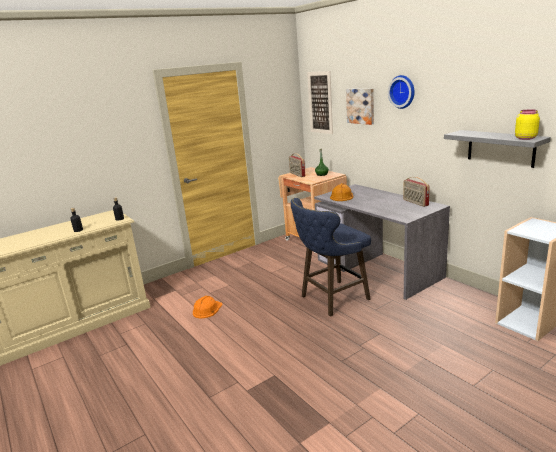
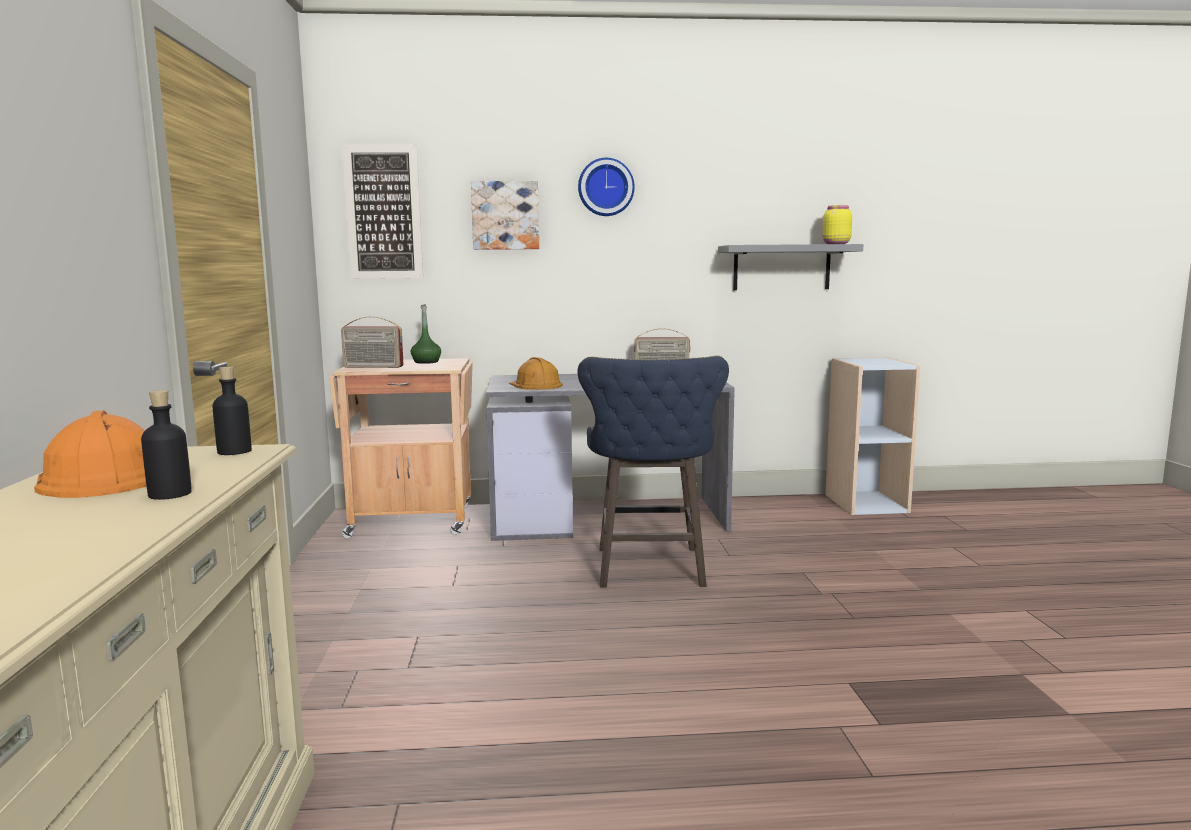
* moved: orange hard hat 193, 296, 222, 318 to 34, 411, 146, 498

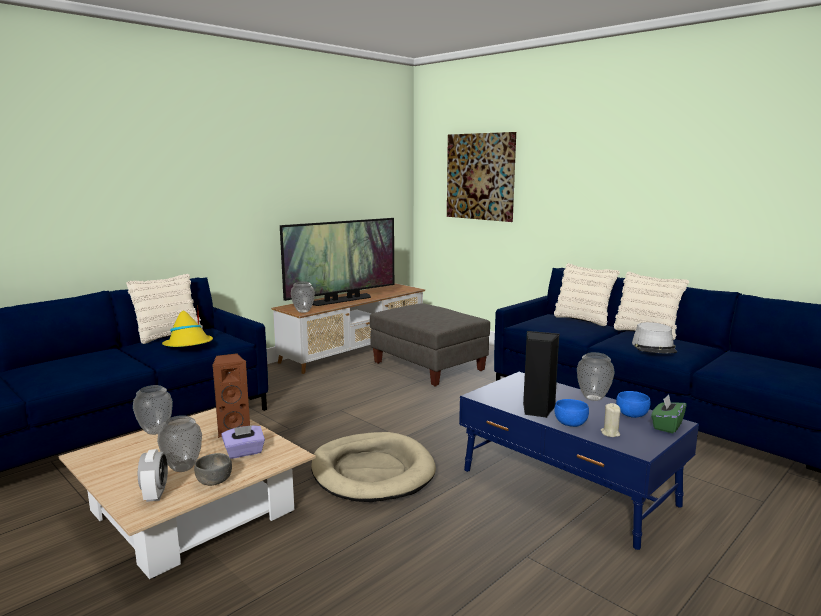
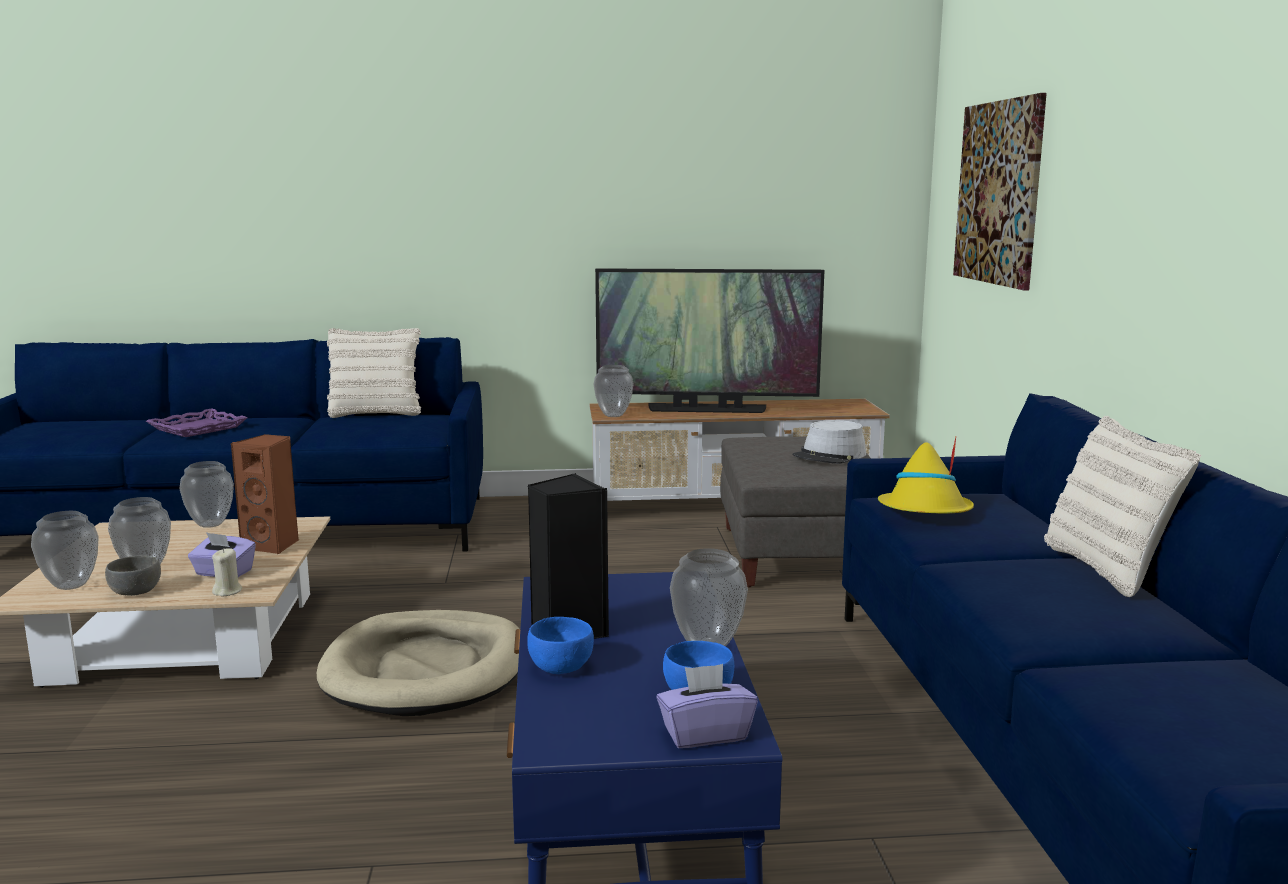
* removed: beige pillow 554, 263, 620, 326
* moved: yellow hat 162, 310, 213, 347 to 878, 437, 974, 513
* moved: grey hat 632, 322, 677, 353 to 792, 420, 866, 464
* recoloured: green tissue box 651, 394, 687, 433 to purple tissue box 656, 664, 758, 748
* moved: beige candle 600, 403, 621, 437 to 212, 548, 242, 596
* replaced: alarm clock 138, 449, 168, 502 to vase 31, 511, 99, 590
* added: purple tray 146, 408, 247, 437

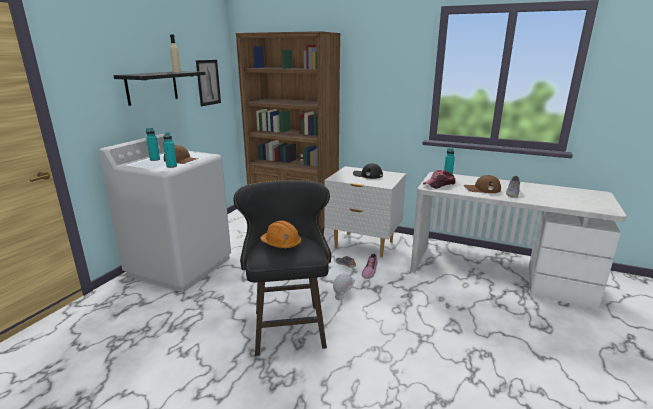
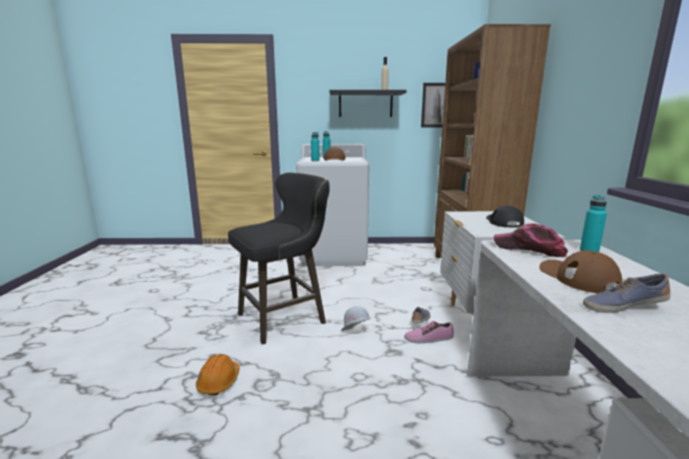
* moved: orange hard hat 261, 221, 301, 250 to 196, 354, 240, 395

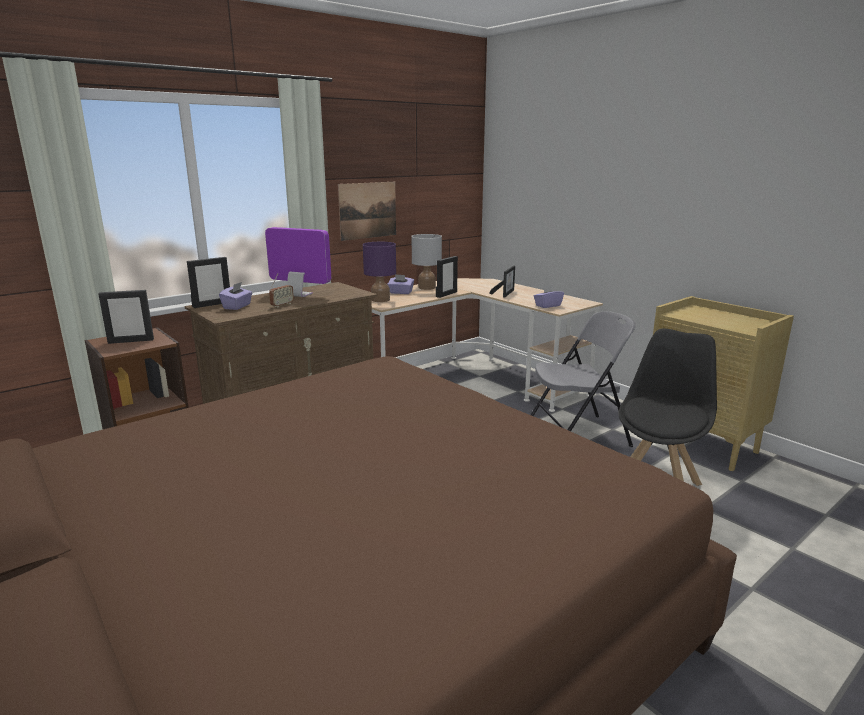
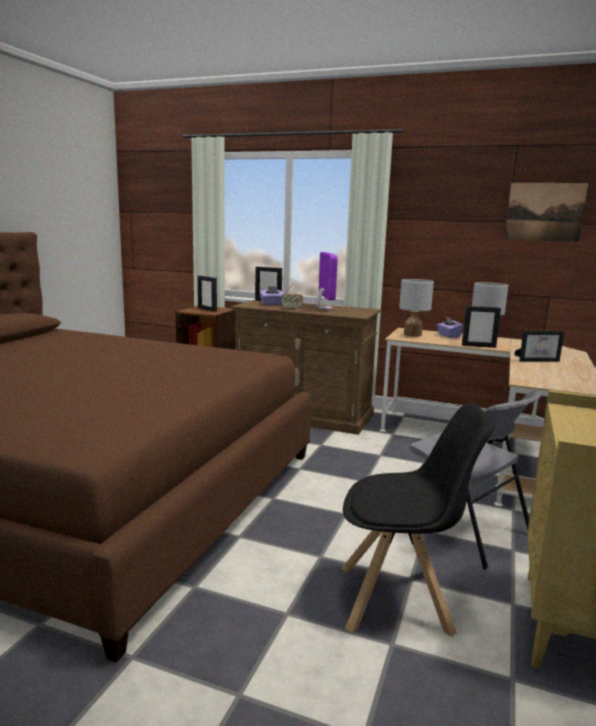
* moved: picture 338, 182, 396, 241 to 504, 183, 588, 242
* recoloured: purple table lamp 363, 242, 396, 302 to grey table lamp 399, 279, 434, 337
* removed: purple tissue box 534, 285, 564, 308

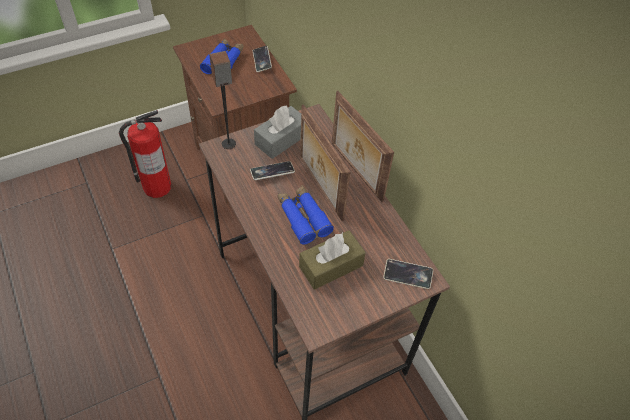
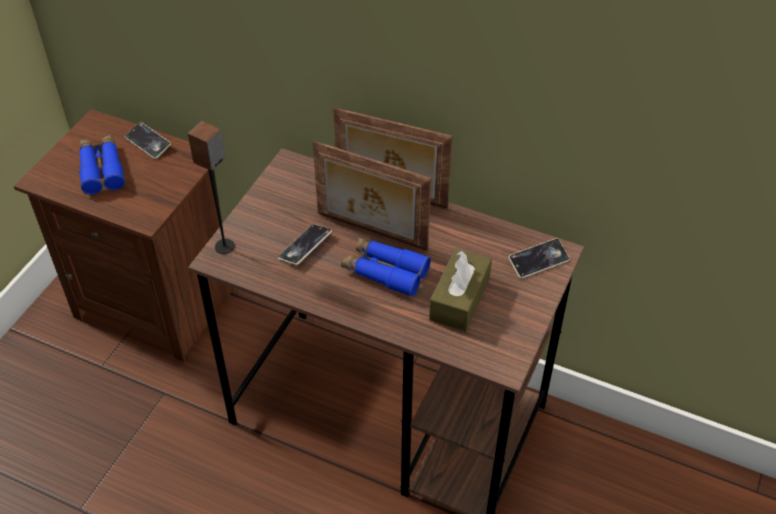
* removed: grey tissue box 254, 106, 301, 159
* removed: fire extinguisher 119, 110, 171, 198

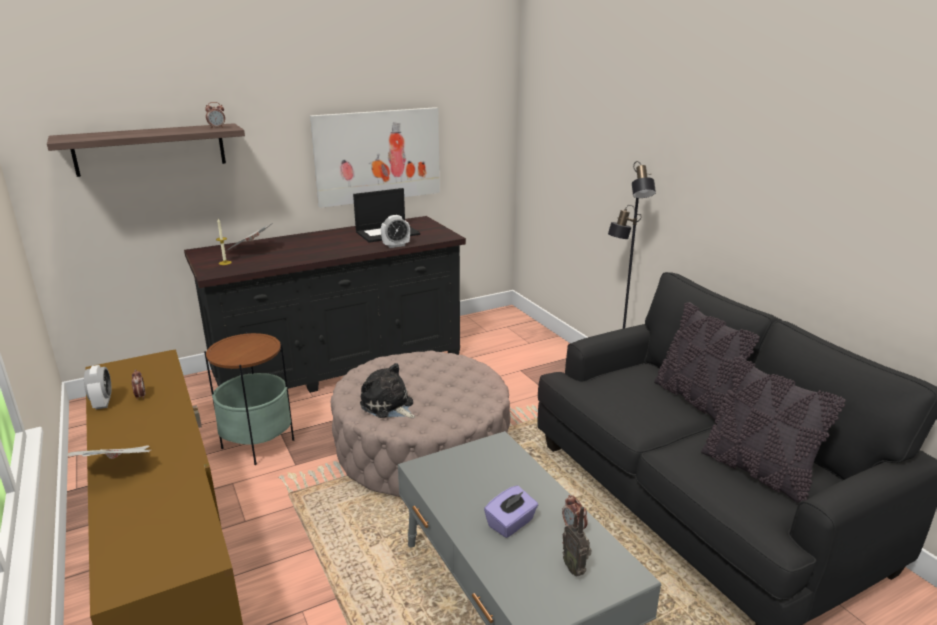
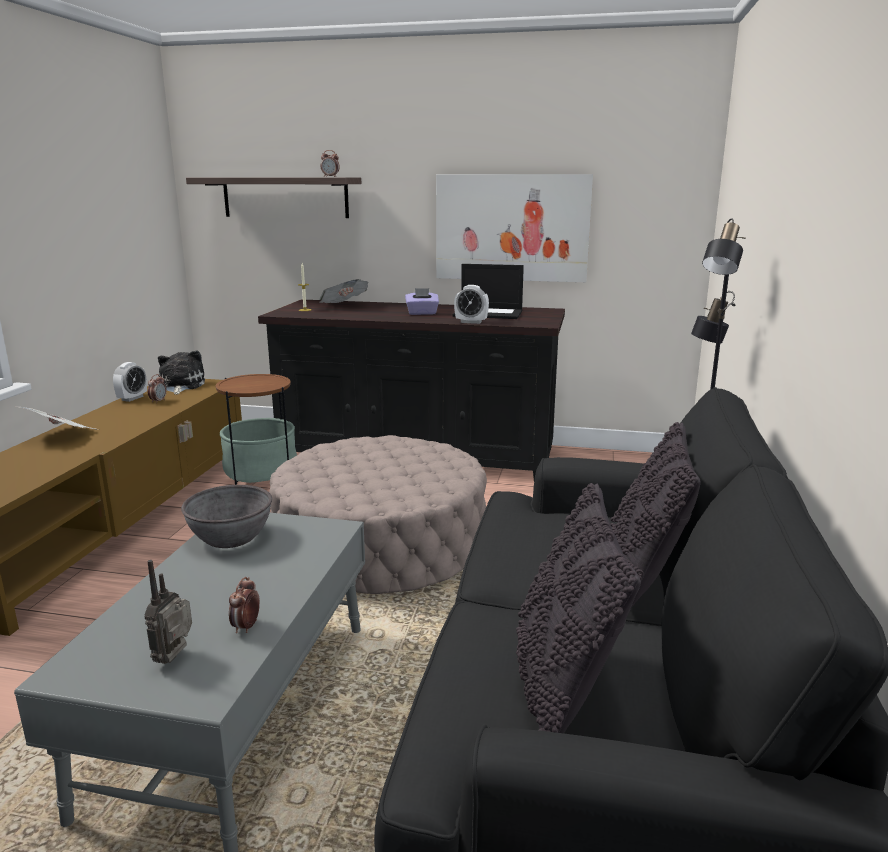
* moved: plush toy 360, 363, 415, 418 to 158, 351, 205, 395
* moved: purple tissue box 484, 486, 538, 538 to 405, 288, 439, 315
* added: grey bowl 181, 485, 272, 548

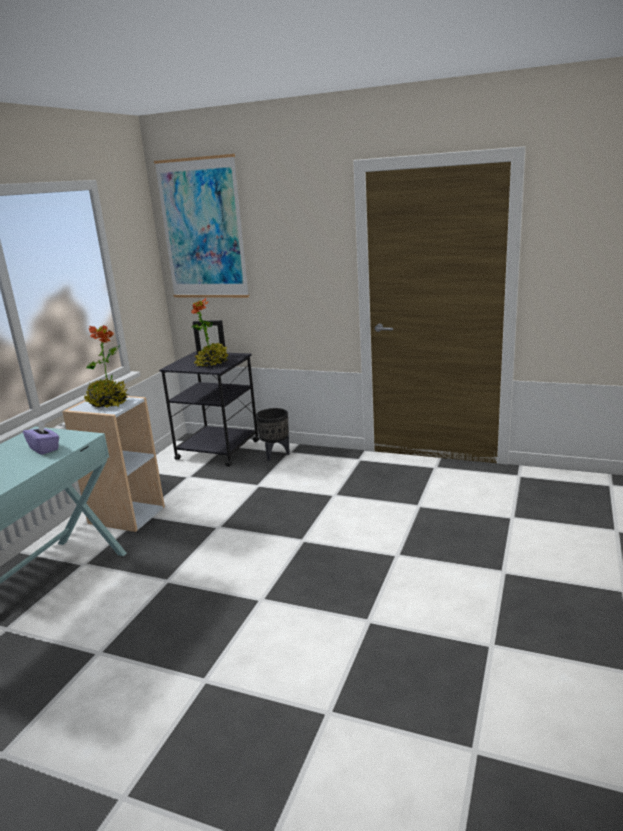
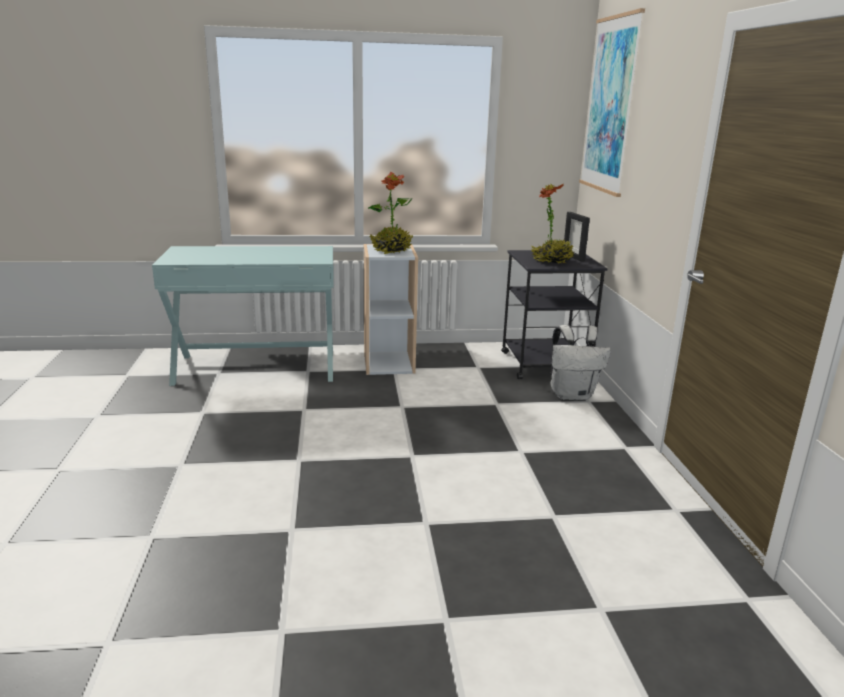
* replaced: black planter 256, 408, 290, 461 to white backpack 550, 325, 611, 400
* removed: purple tissue box 23, 421, 59, 455

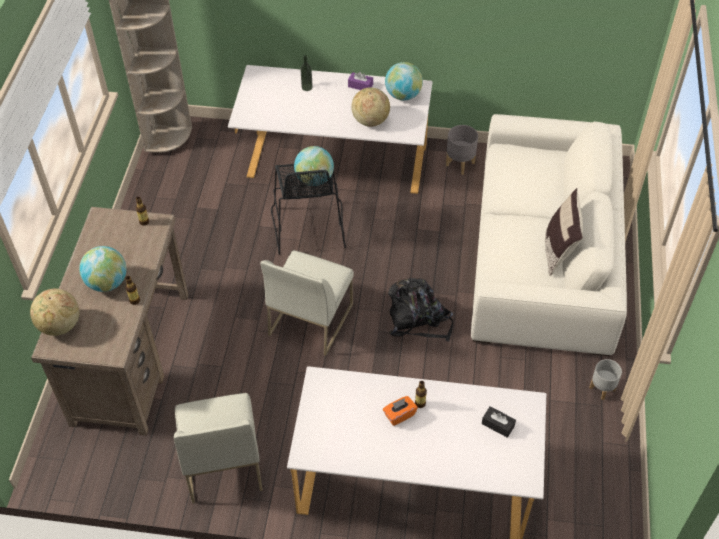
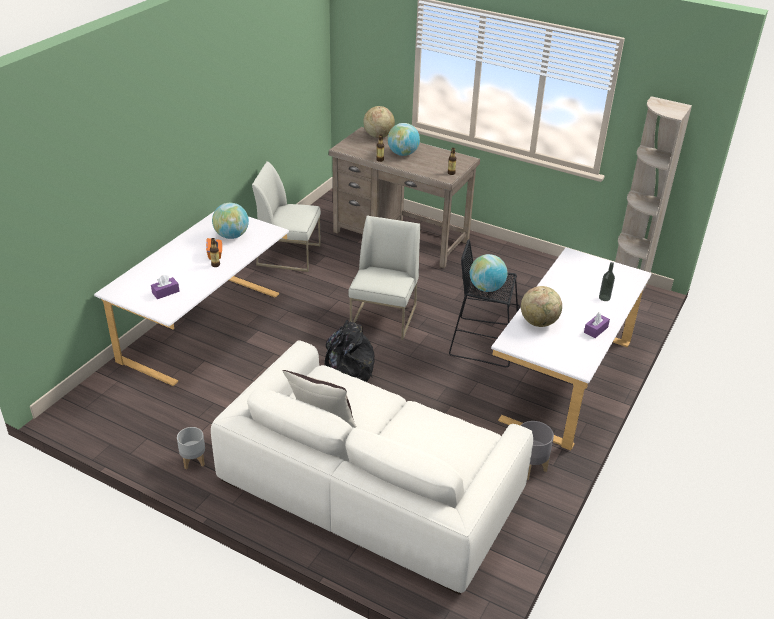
* moved: globe 385, 62, 423, 101 to 212, 203, 249, 239
* turned: white chair 260, 250, 354, 356 = 348, 216, 420, 340 60 degrees clockwise
* recoloured: black tissue box 482, 406, 516, 438 to purple tissue box 151, 275, 180, 299

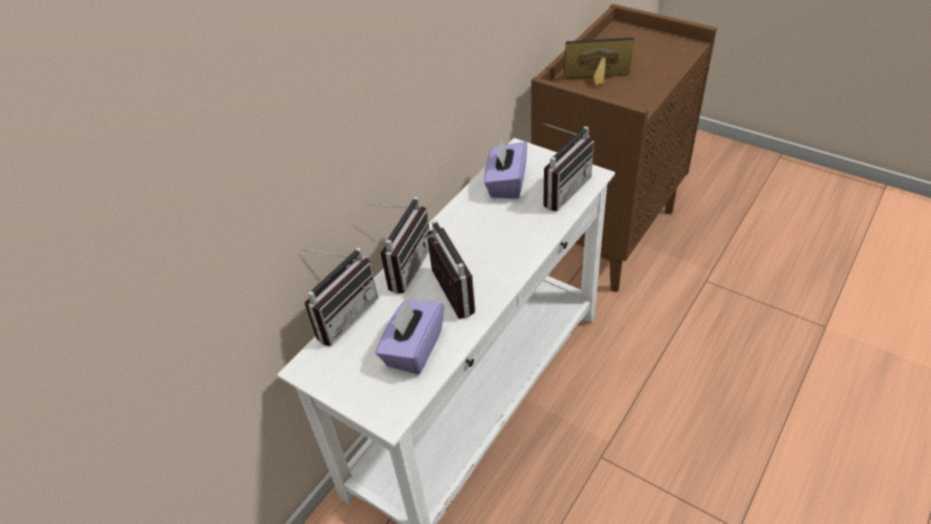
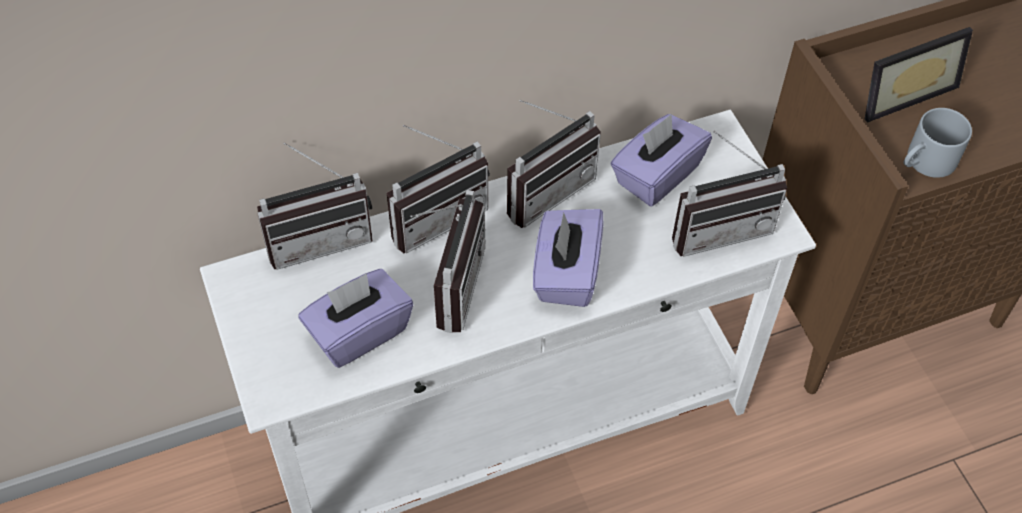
* turned: picture frame 564, 37, 634, 85 = 864, 27, 973, 122 120 degrees clockwise
* added: radio 507, 100, 601, 228
* added: grey mug 903, 108, 972, 178
* added: purple tissue box 533, 209, 603, 307

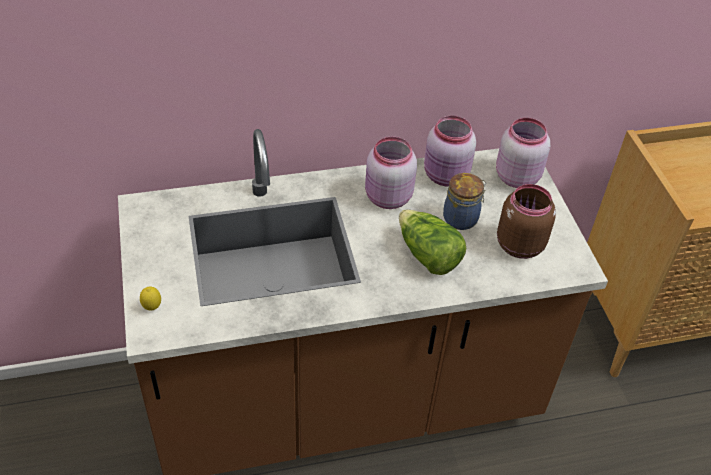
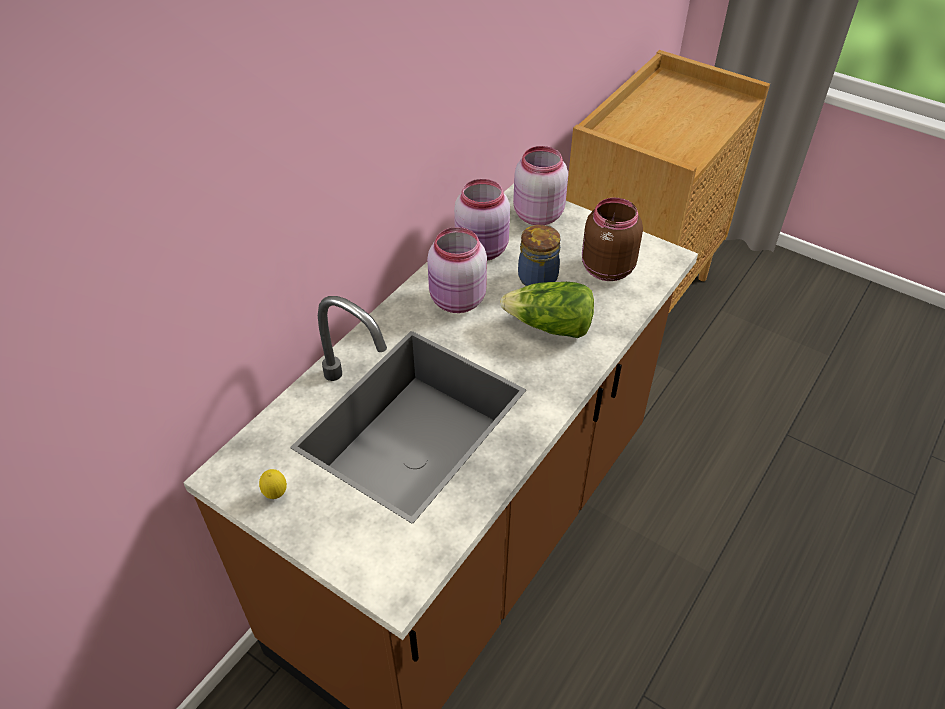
* moved: lemon 140, 287, 161, 311 to 259, 469, 287, 499

